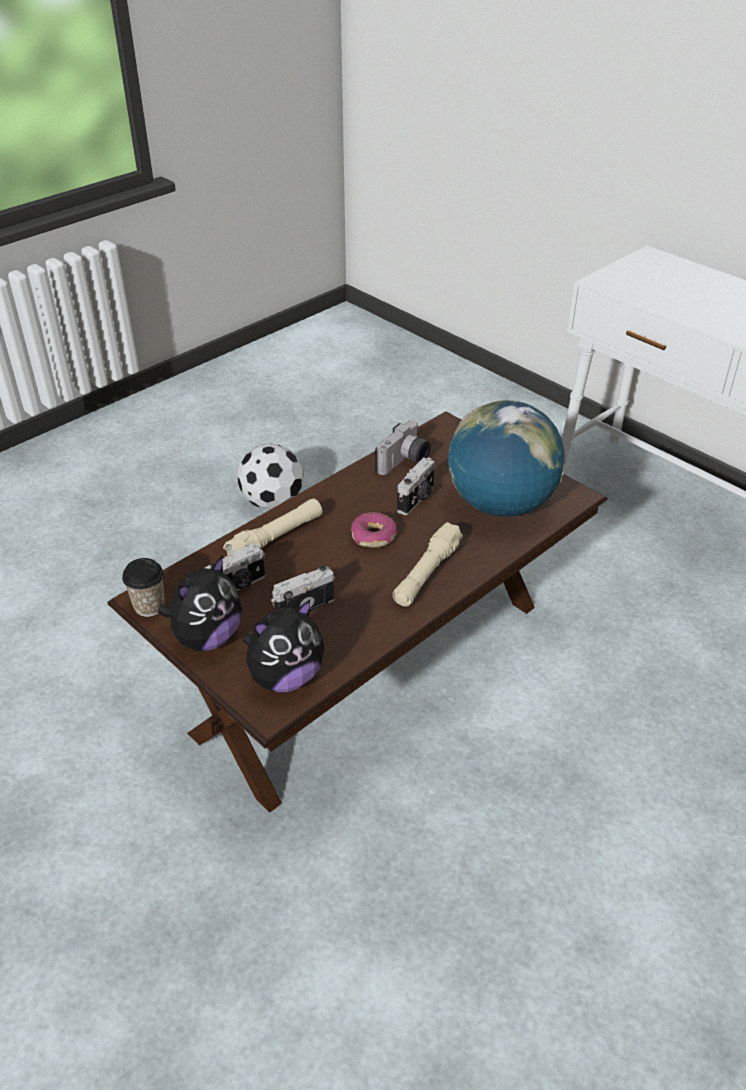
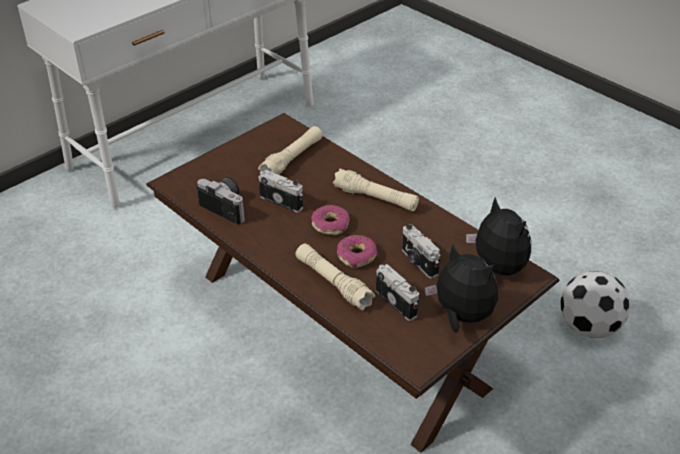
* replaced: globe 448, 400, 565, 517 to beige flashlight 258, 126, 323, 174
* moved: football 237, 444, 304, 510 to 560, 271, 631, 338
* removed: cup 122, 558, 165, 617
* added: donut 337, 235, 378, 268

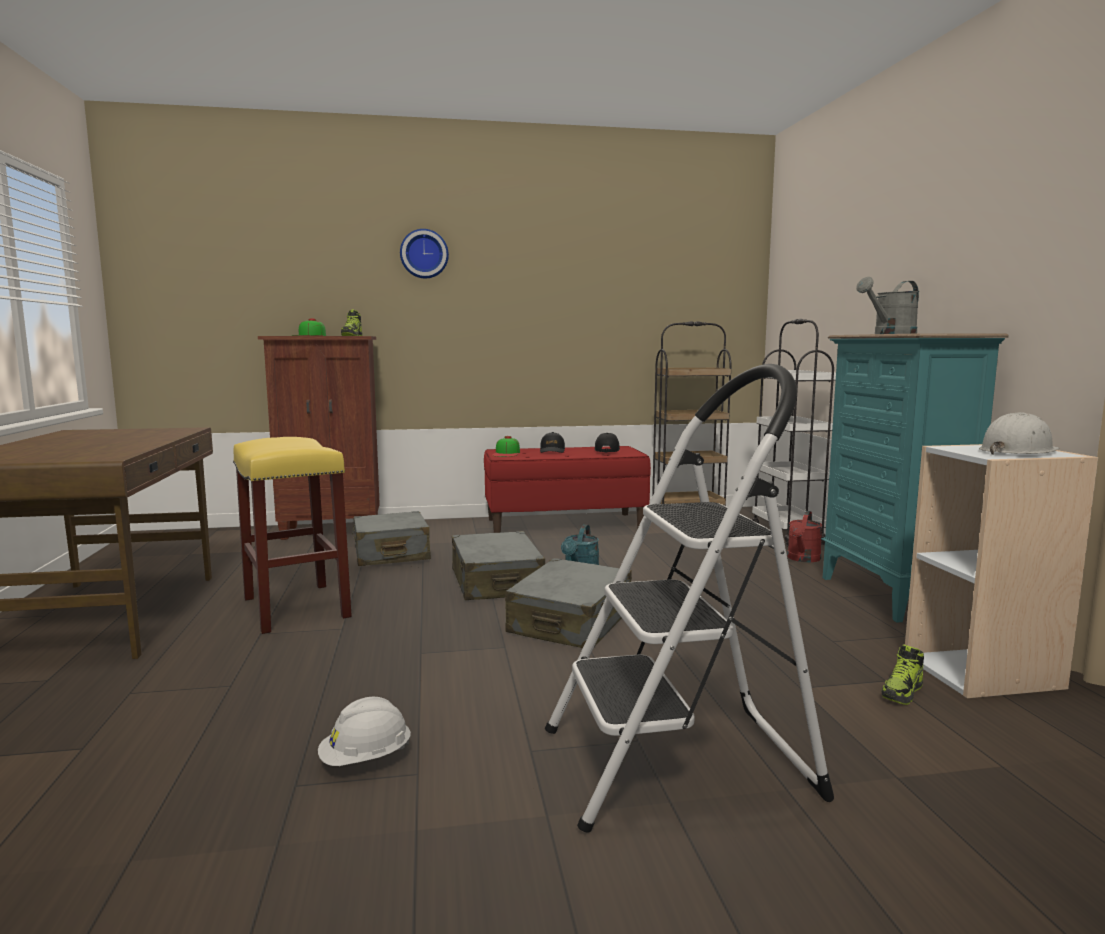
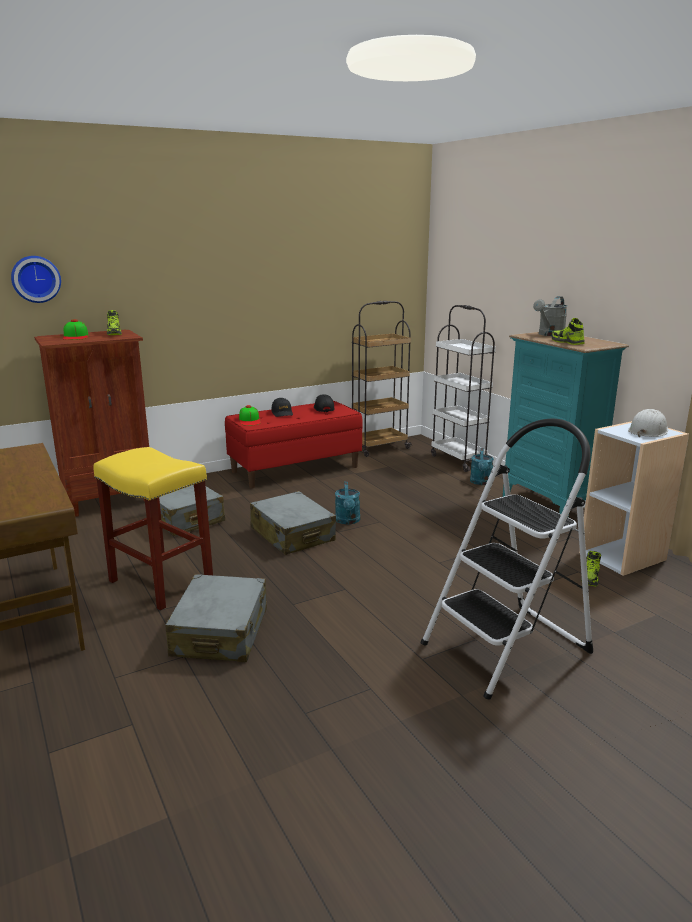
* moved: wall clock 400, 229, 449, 279 to 11, 256, 61, 303
* recoloured: red watering can 787, 511, 822, 562 to turquoise watering can 470, 448, 494, 485
* moved: grey suitcase 505, 558, 632, 649 to 166, 574, 267, 662
* removed: white hard hat 318, 697, 411, 766
* added: shoe 552, 318, 585, 345

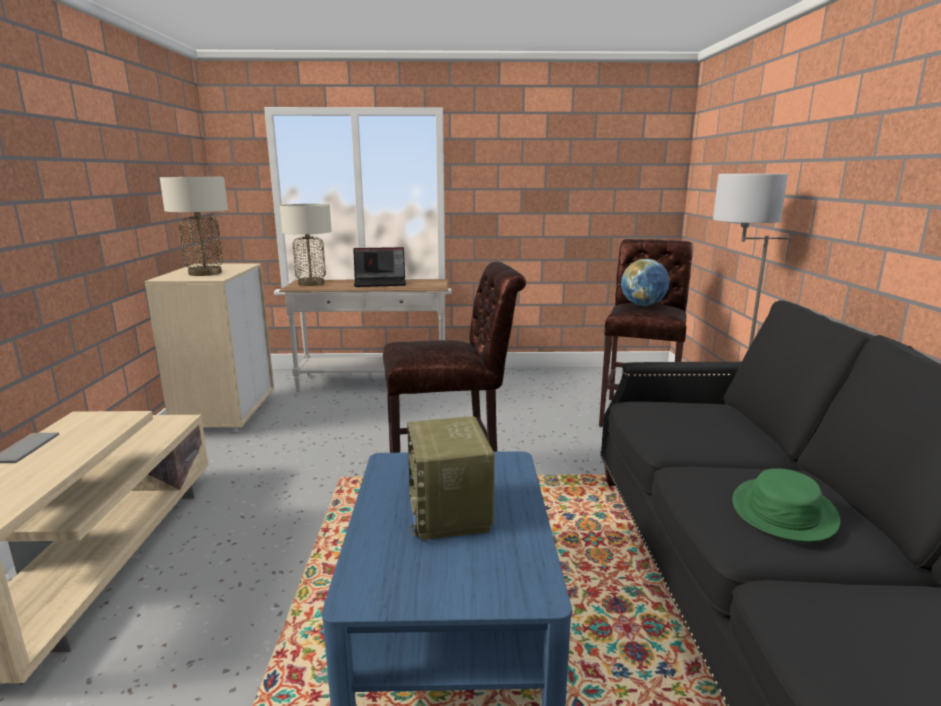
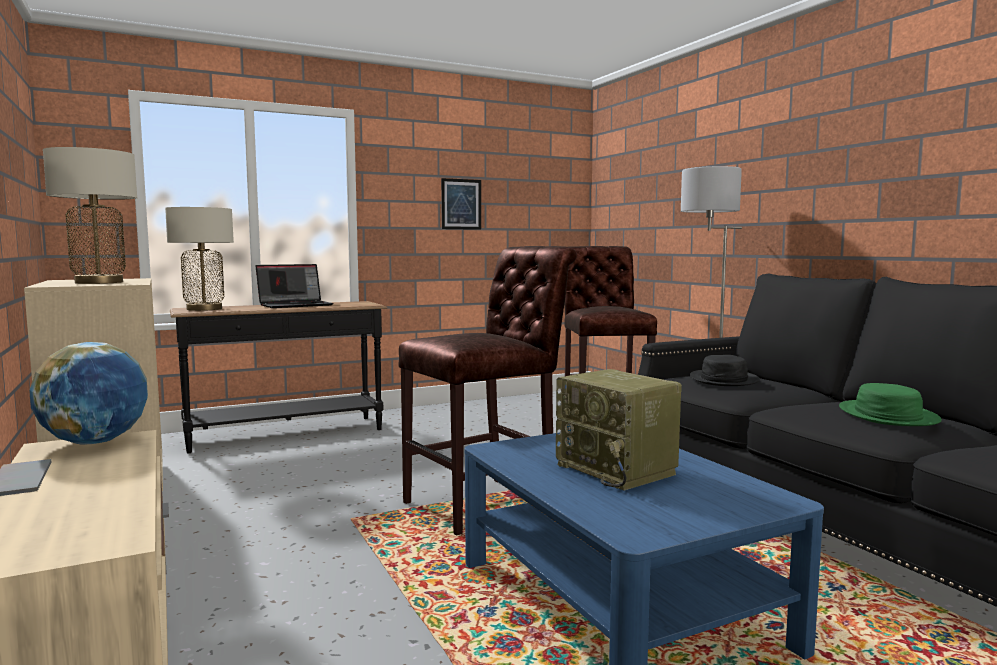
* moved: globe 621, 259, 670, 306 to 29, 342, 148, 444
* recoloured: white console table 279, 279, 449, 391 to black console table 170, 301, 387, 453
* added: picture 441, 178, 481, 230
* added: black hat 690, 355, 760, 386

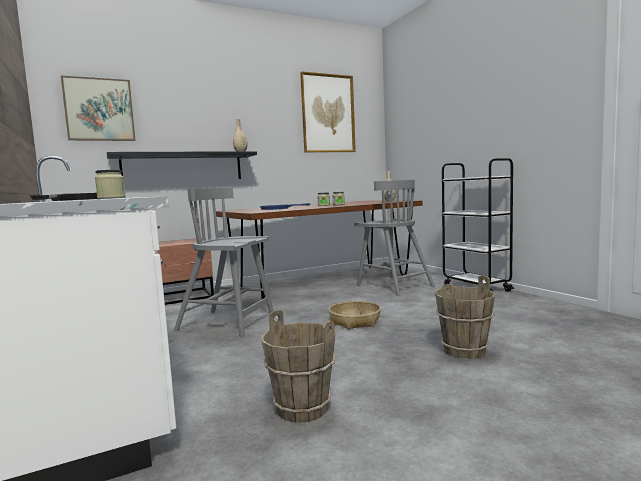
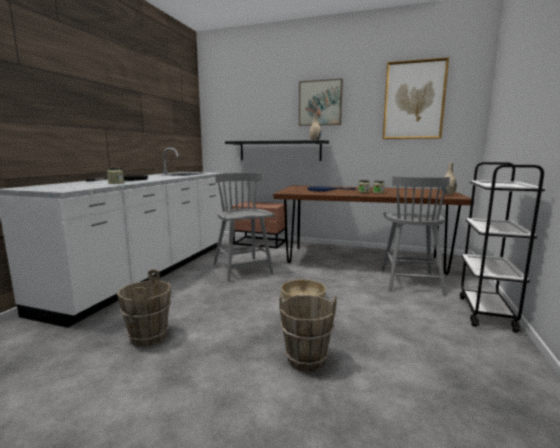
* moved: picture 61, 76, 135, 141 to 299, 79, 343, 126

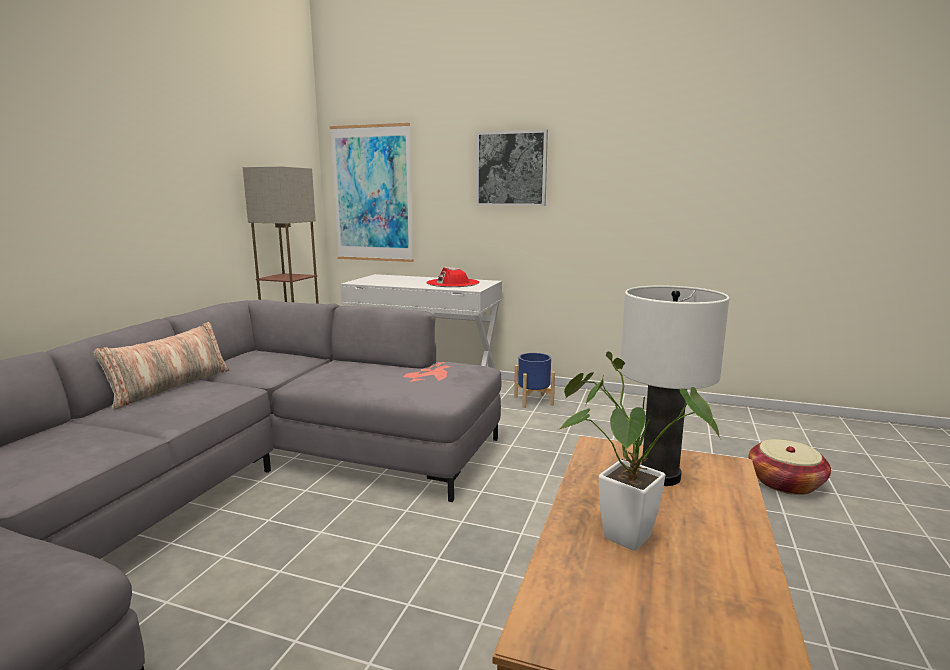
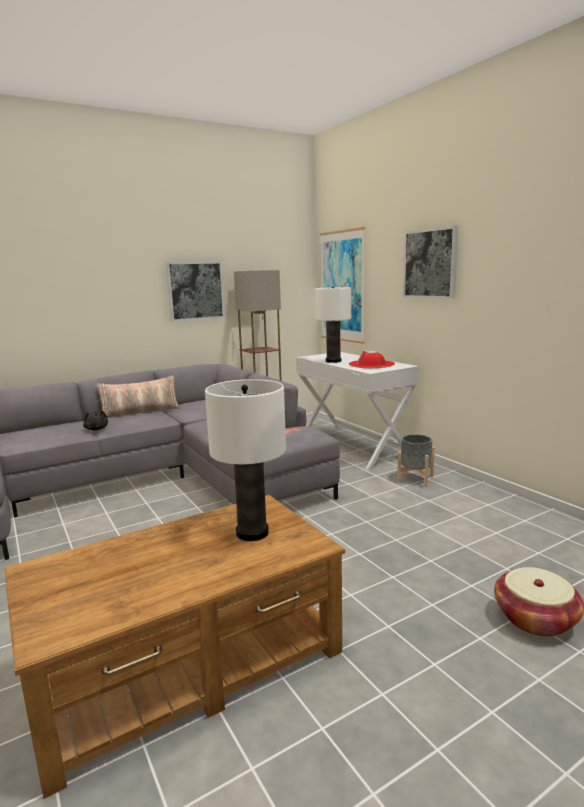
* removed: potted plant 557, 351, 721, 551
* recoloured: blue planter 514, 353, 555, 408 to grey planter 397, 434, 435, 487
* added: picture 166, 261, 225, 322
* added: white table lamp 315, 287, 351, 363
* added: black plush toy 83, 411, 108, 431

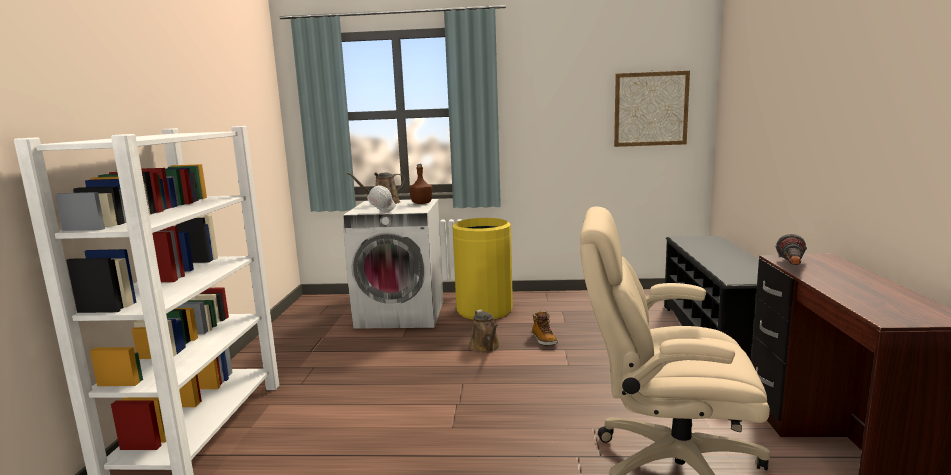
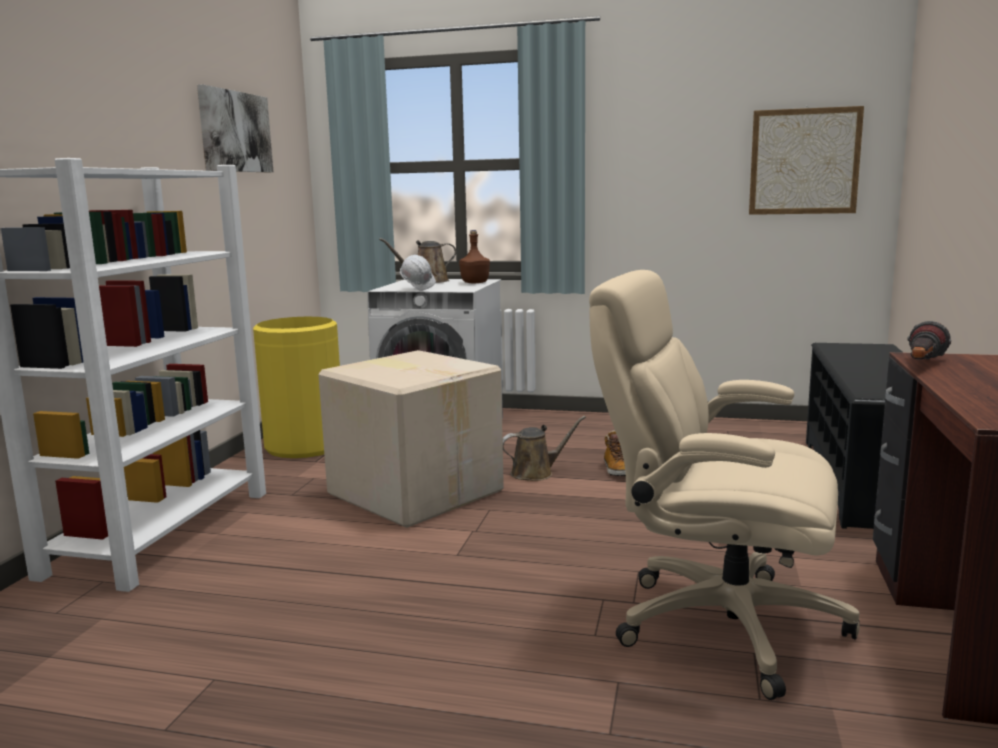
* moved: yellow trash can 452, 218, 513, 320 to 253, 317, 340, 458
* turned: brown watering can 469, 310, 500, 353 = 503, 416, 586, 481 105 degrees counterclockwise
* added: picture 197, 84, 273, 172
* added: cardboard box 318, 350, 504, 528

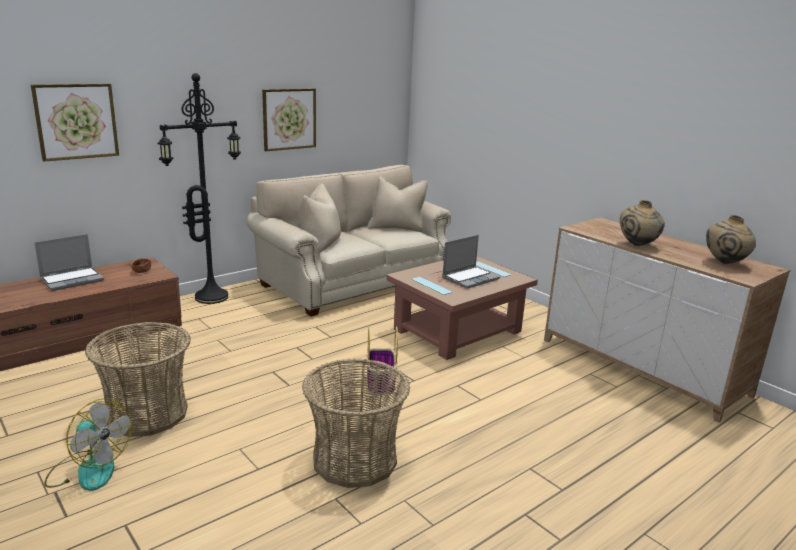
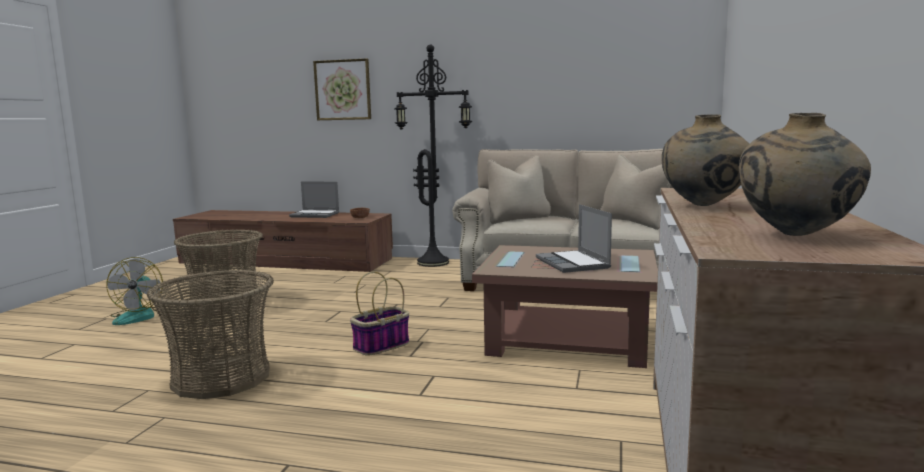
* removed: picture 262, 88, 316, 151
* turned: laptop 442, 235, 500, 289 = 536, 204, 612, 273 60 degrees clockwise

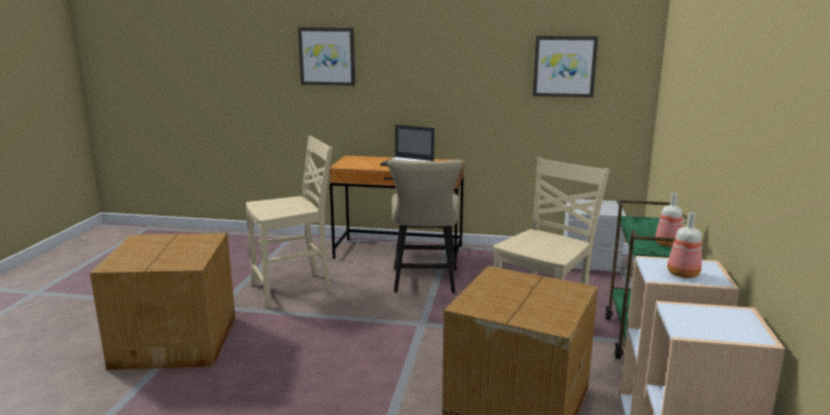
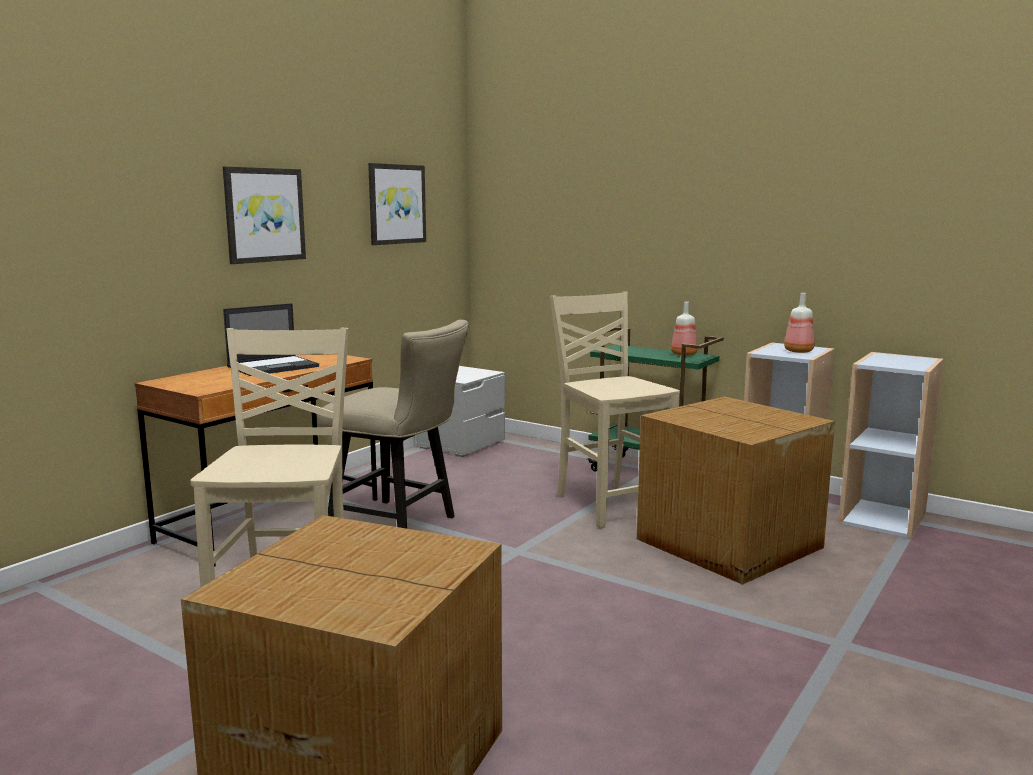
* moved: picture 298, 27, 355, 86 to 223, 166, 306, 264

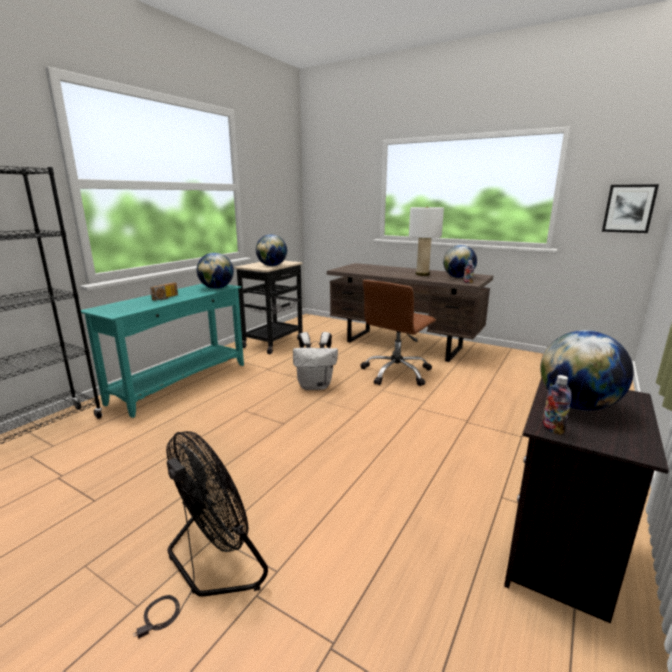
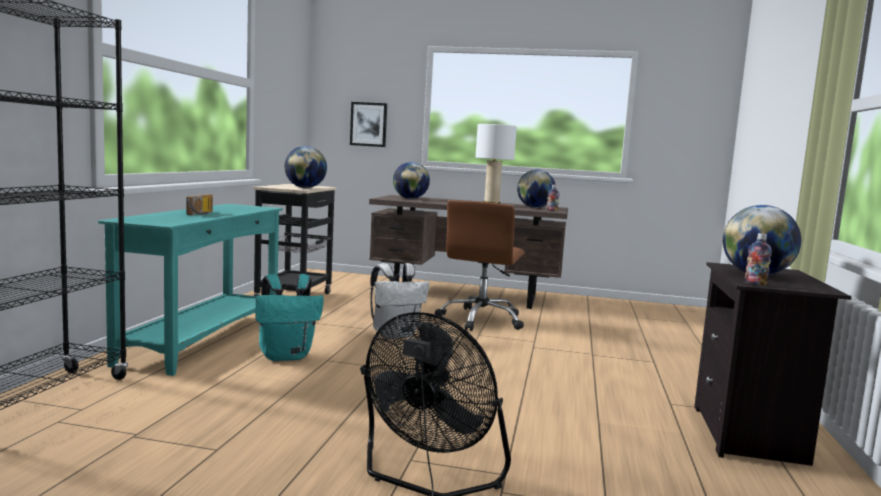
* moved: picture 602, 184, 659, 233 to 350, 102, 387, 147
* moved: globe 197, 253, 234, 289 to 393, 162, 430, 199
* added: turquoise backpack 255, 274, 324, 361

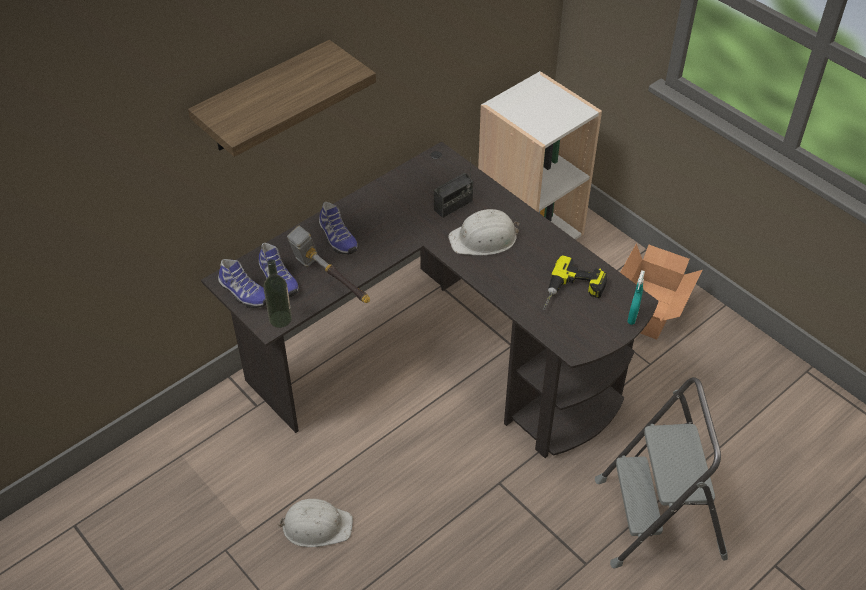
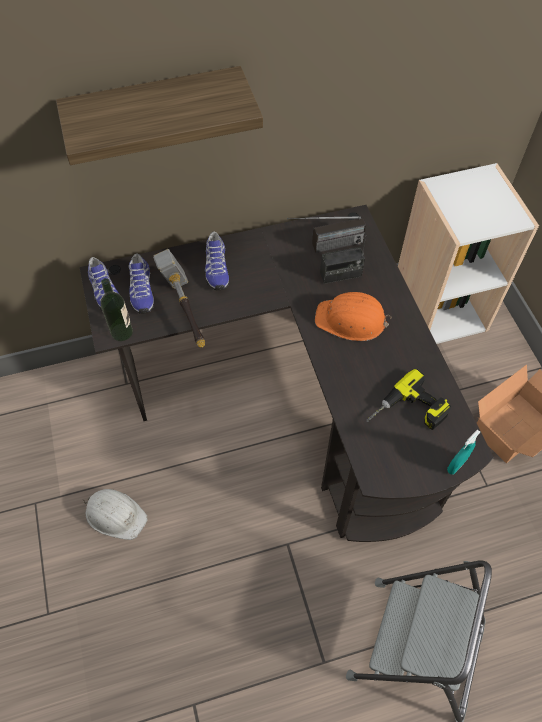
* recoloured: white hard hat 448, 209, 519, 255 to orange hard hat 315, 292, 392, 341
* added: radio 287, 216, 366, 253

